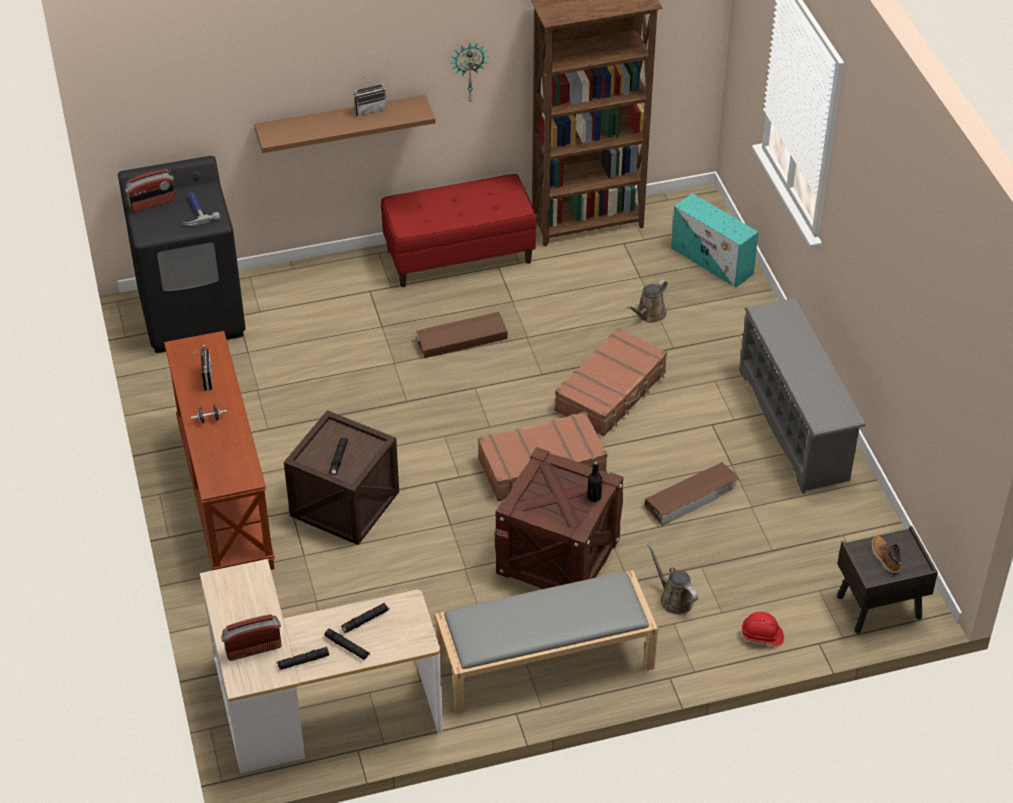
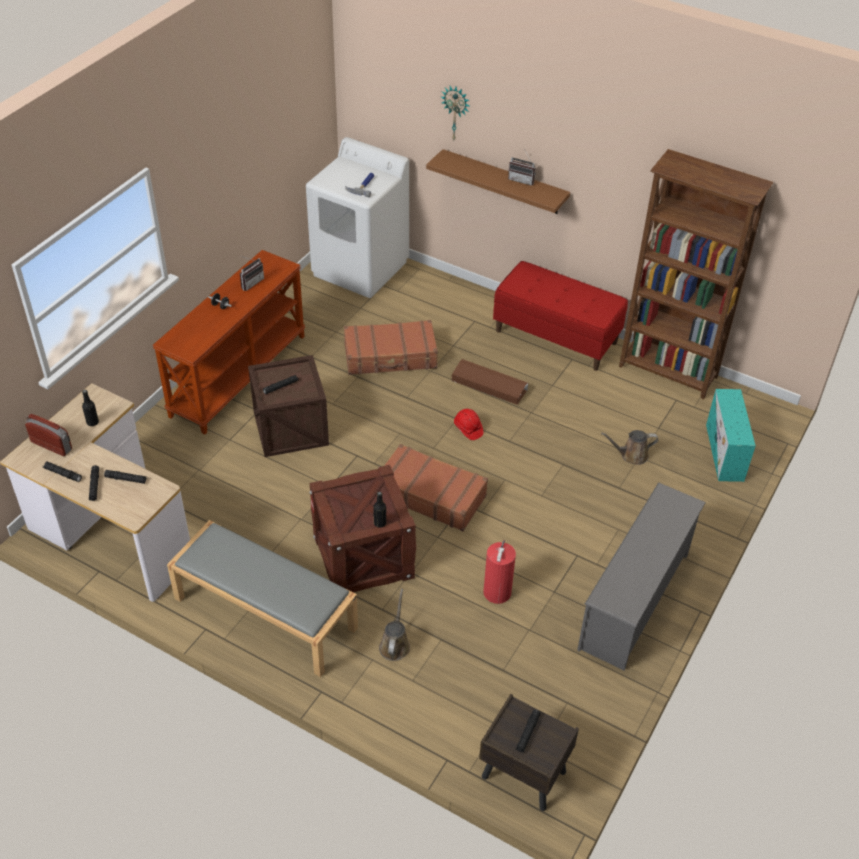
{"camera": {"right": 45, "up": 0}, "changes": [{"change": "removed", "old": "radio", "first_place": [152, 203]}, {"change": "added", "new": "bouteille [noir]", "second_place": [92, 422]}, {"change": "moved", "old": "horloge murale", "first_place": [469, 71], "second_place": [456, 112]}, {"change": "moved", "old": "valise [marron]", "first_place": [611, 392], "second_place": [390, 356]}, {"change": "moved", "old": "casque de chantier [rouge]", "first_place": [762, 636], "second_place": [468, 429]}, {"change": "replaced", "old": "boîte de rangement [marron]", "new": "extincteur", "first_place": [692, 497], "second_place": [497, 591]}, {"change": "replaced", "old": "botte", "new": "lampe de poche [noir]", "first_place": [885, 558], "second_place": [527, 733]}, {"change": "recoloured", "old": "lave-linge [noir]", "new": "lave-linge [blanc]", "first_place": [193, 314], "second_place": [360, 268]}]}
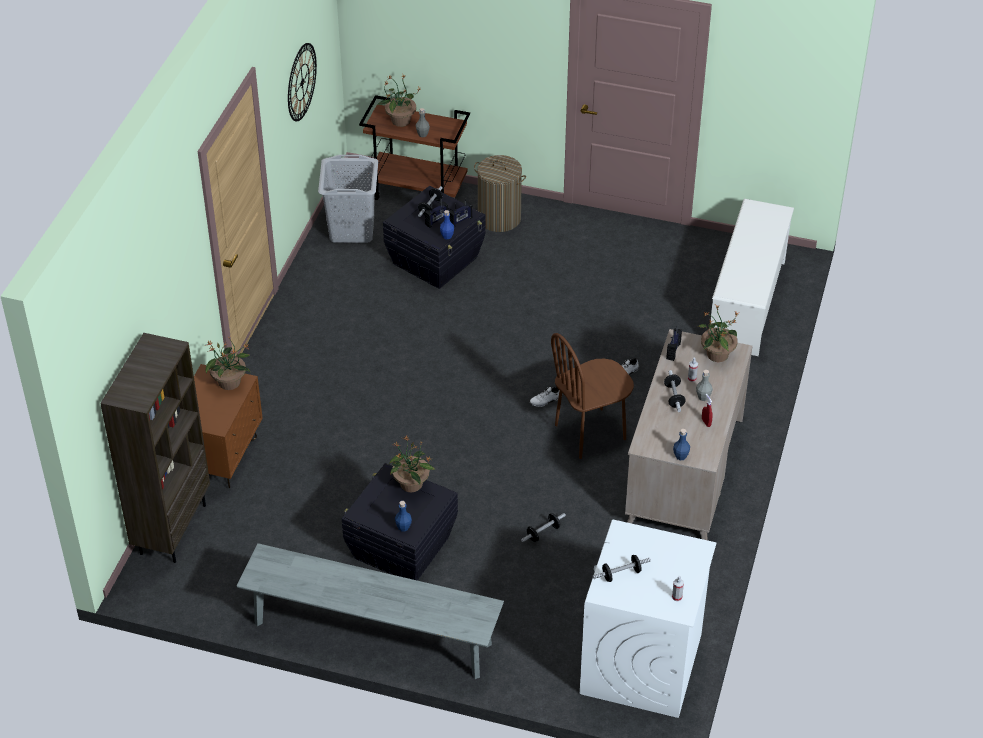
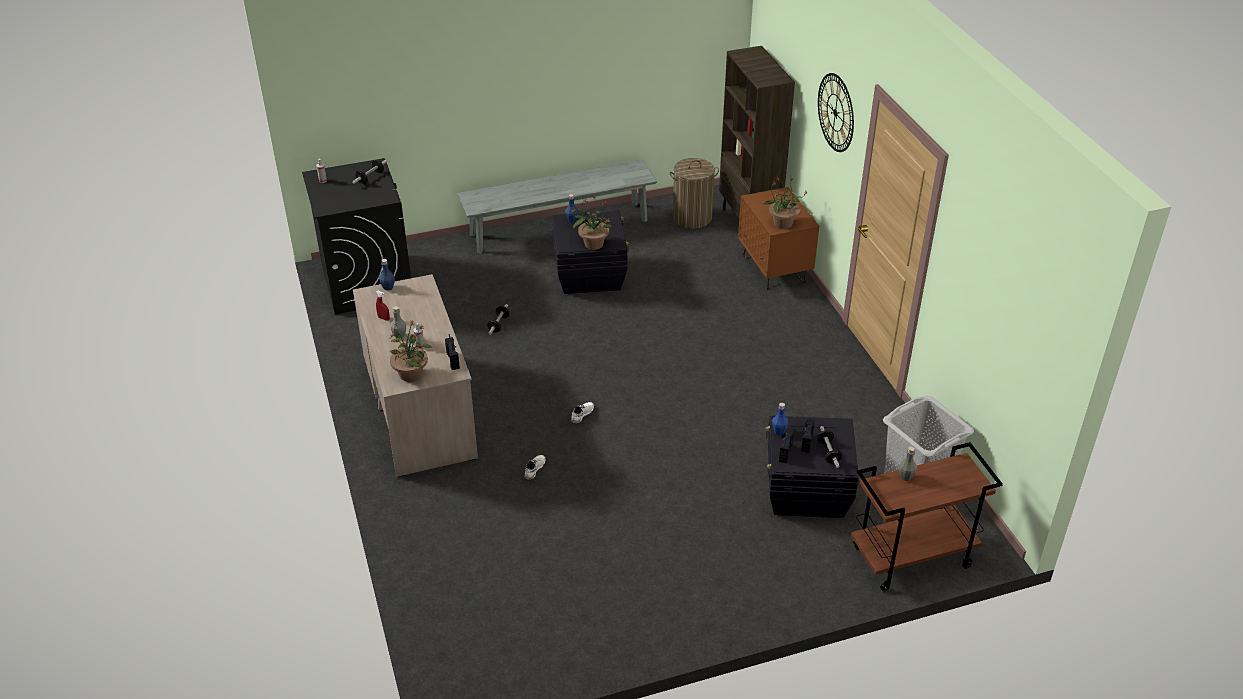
{"camera": {"right": 145, "up": -5}, "changes": [{"change": "removed", "old": "plante en pot", "first_place": [400, 121]}, {"change": "removed", "old": "chaise [marron]", "first_place": [590, 432]}, {"change": "removed", "old": "haltère", "first_place": [674, 397]}, {"change": "removed", "old": "étagère à chaussures [blanc]", "first_place": [747, 303]}, {"change": "moved", "old": "horloge murale", "first_place": [302, 82], "second_place": [835, 112]}, {"change": "moved", "old": "panier à linge", "first_place": [499, 218], "second_place": [692, 218]}, {"change": "recoloured", "old": "lave-linge [blanc]", "new": "lave-linge [noir]", "first_place": [641, 665], "second_place": [366, 282]}]}
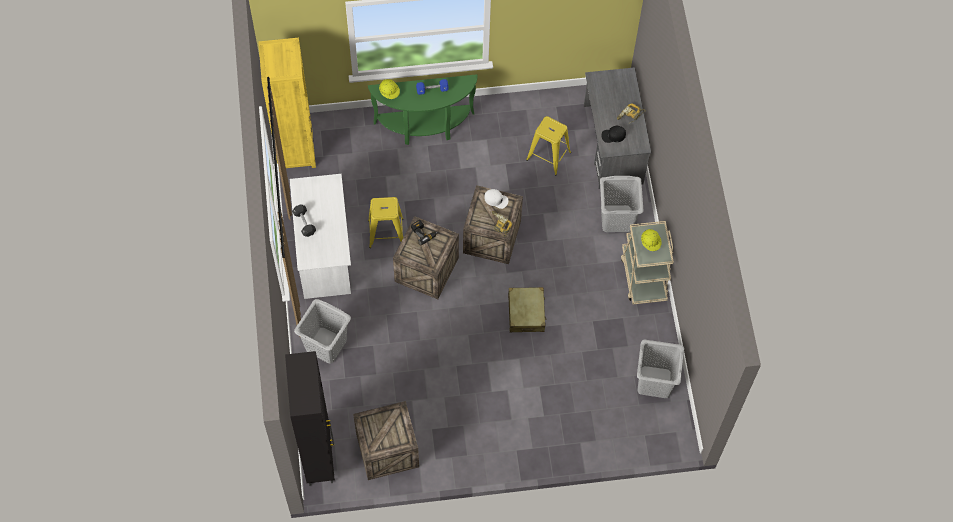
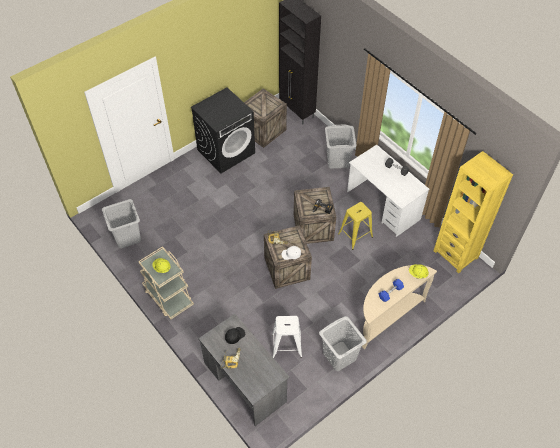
{"camera": {"right": 150, "up": -10}, "changes": [{"change": "removed", "old": "valise [beige]", "first_place": [526, 313]}, {"change": "added", "new": "lave-linge [noir]", "second_place": [226, 151]}, {"change": "moved", "old": "panier à linge [gris]", "first_place": [616, 219], "second_place": [339, 355]}, {"change": "recoloured", "old": "table console [vert]", "new": "table console [beige]", "first_place": [425, 128], "second_place": [387, 316]}, {"change": "recoloured", "old": "tabouret [jaune]", "new": "tabouret [blanc]", "first_place": [548, 156], "second_place": [286, 345]}]}
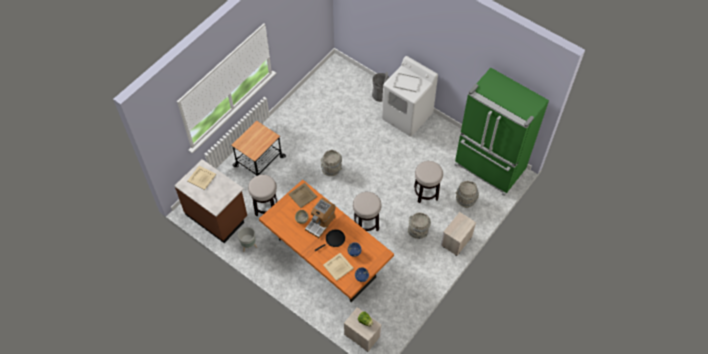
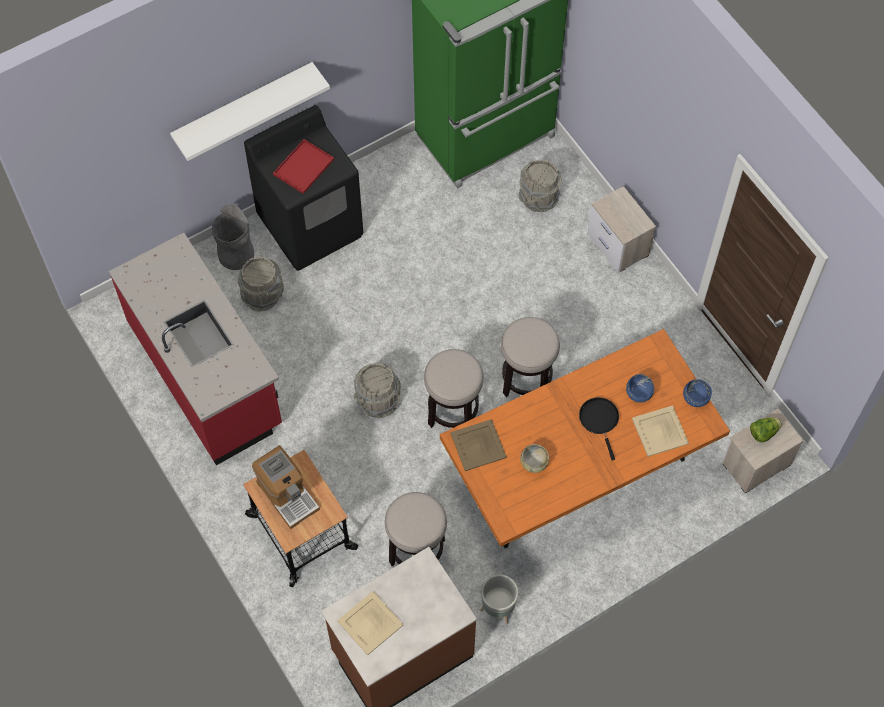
{"camera": {"right": -70, "up": 5}, "changes": [{"change": "added", "new": "comptoir de cuisine [rouge]", "second_place": [207, 375]}, {"change": "added", "new": "étagère [blanc]", "second_place": [243, 106]}, {"change": "moved", "old": "machine à café", "first_place": [320, 223], "second_place": [287, 495]}, {"change": "moved", "old": "seau [gris]", "first_place": [418, 231], "second_place": [263, 295]}, {"change": "moved", "old": "tabouret", "first_place": [426, 193], "second_place": [453, 411]}, {"change": "recoloured", "old": "lave-linge [blanc]", "new": "lave-linge [noir]", "first_place": [407, 116], "second_place": [311, 225]}, {"change": "recoloured", "old": "plateau [blanc]", "new": "plateau [rouge]", "first_place": [406, 83], "second_place": [303, 168]}]}
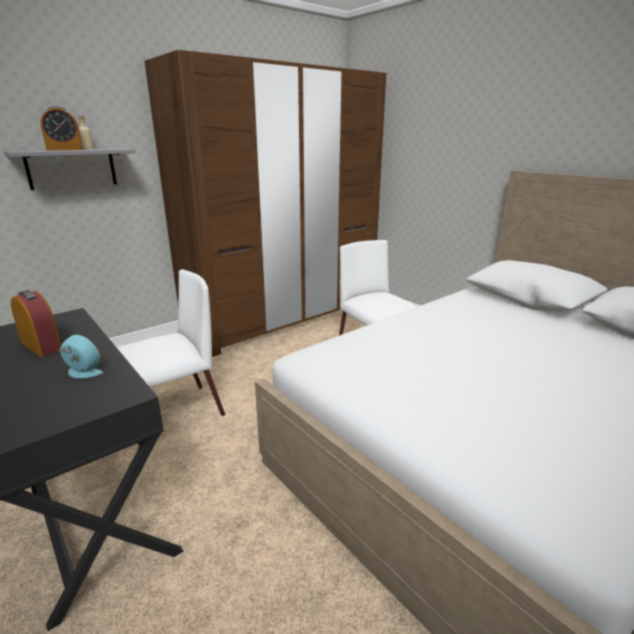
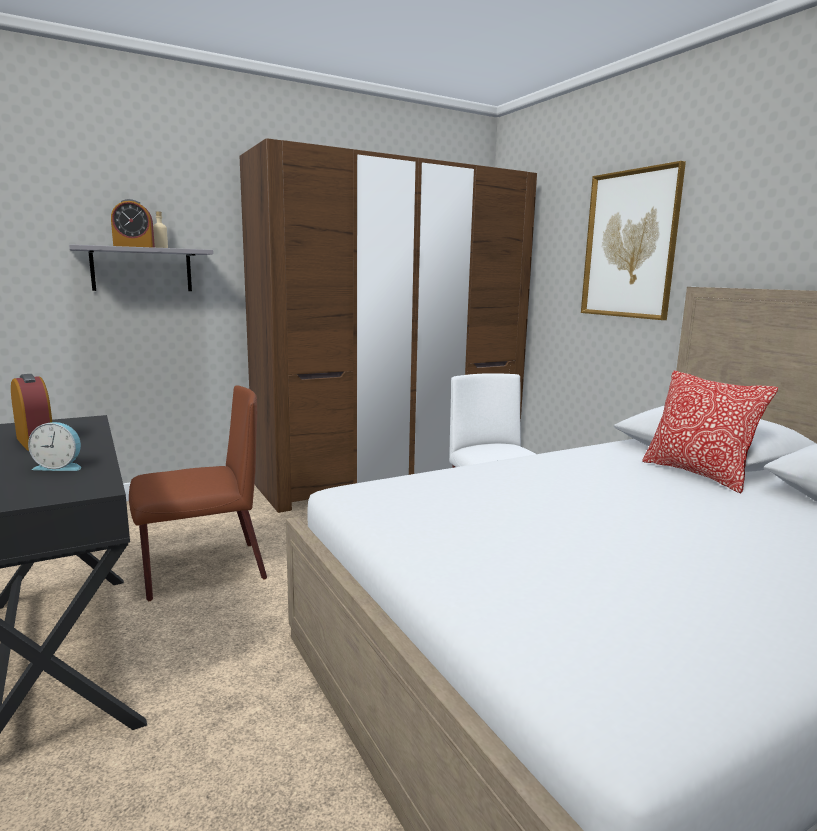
{"camera": {"right": 10, "up": -10}, "changes": [{"change": "added", "new": "tableau", "second_place": [630, 244]}, {"change": "added", "new": "coussin", "second_place": [697, 474]}, {"change": "recoloured", "old": "chaise [blanc]", "new": "chaise [marron]", "first_place": [172, 415], "second_place": [201, 571]}, {"change": "turned", "old": "réveil", "first_place": [82, 372], "second_place": [60, 467], "degrees": 150}]}
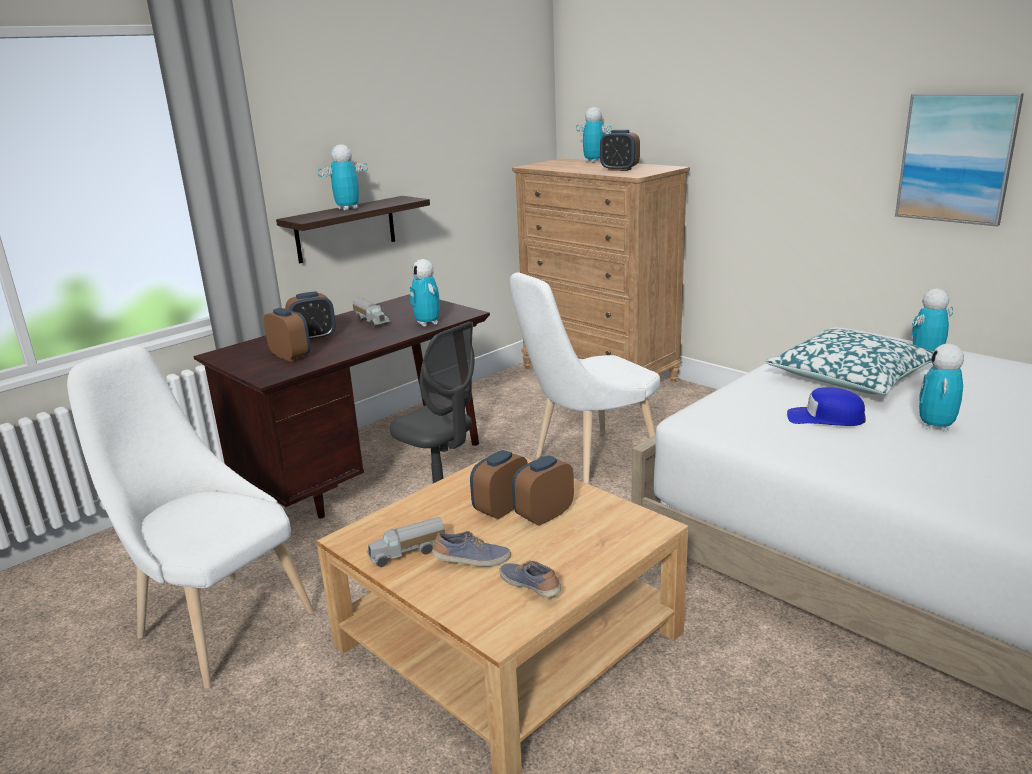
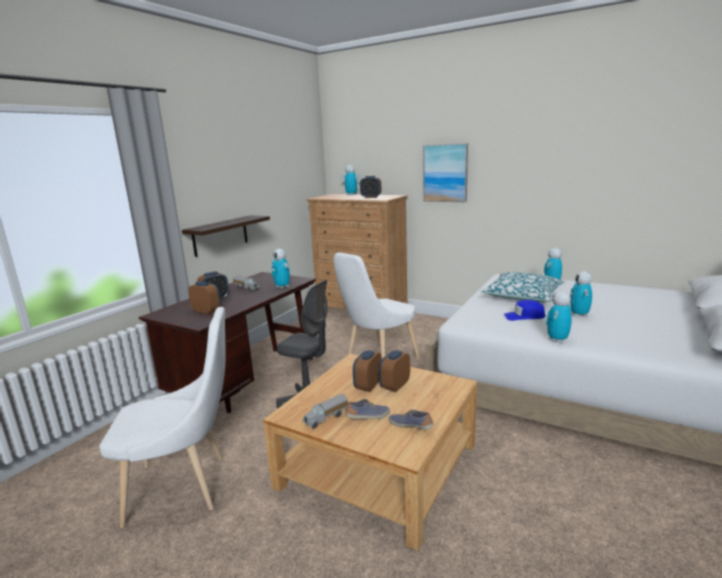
{"camera": {"right": -15, "up": -5}, "changes": [{"change": "moved", "old": "robot jouet", "first_place": [348, 209], "second_place": [557, 340]}, {"change": "moved", "old": "tableau", "first_place": [956, 158], "second_place": [445, 173]}, {"change": "turned", "old": "chaise [blanc]", "first_place": [217, 622], "second_place": [185, 487], "degrees": 150}]}
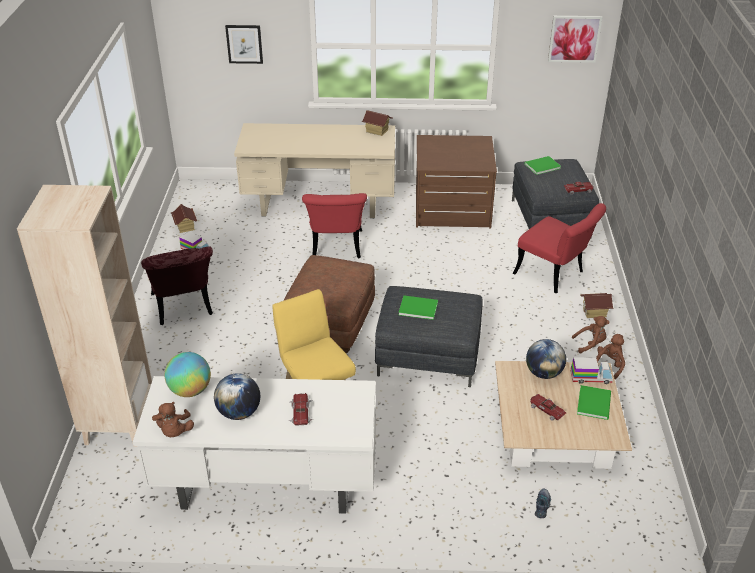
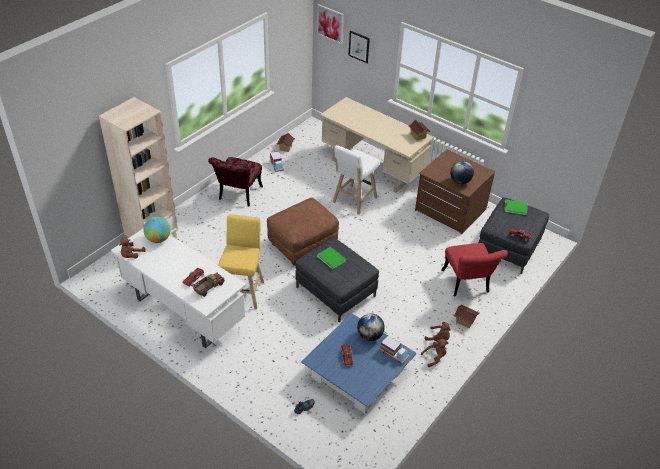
{"camera": {"right": 35, "up": 5}, "changes": [{"change": "removed", "old": "livre [vert]", "first_place": [595, 402]}, {"change": "added", "new": "camion jouet", "second_place": [208, 288]}, {"change": "moved", "old": "globe", "first_place": [239, 412], "second_place": [460, 181]}, {"change": "moved", "old": "tableau", "first_place": [574, 38], "second_place": [330, 24]}, {"change": "replaced", "old": "chaise [rouge]", "new": "tabouret [blanc]", "first_place": [336, 248], "second_place": [353, 201]}, {"change": "recoloured", "old": "table basse [beige]", "new": "table basse [bleu]", "first_place": [554, 430], "second_place": [357, 373]}]}
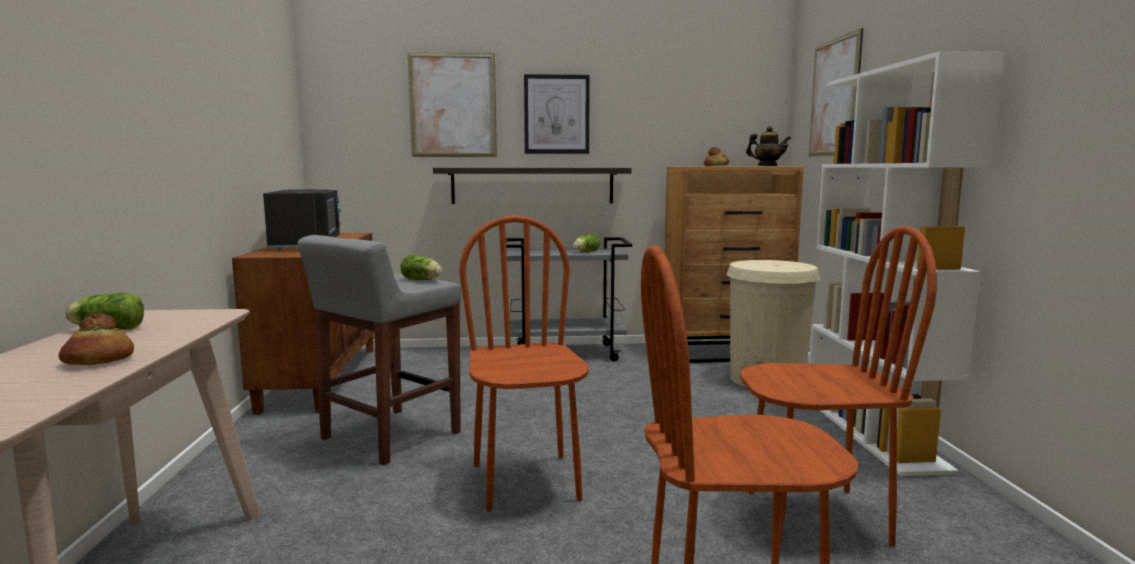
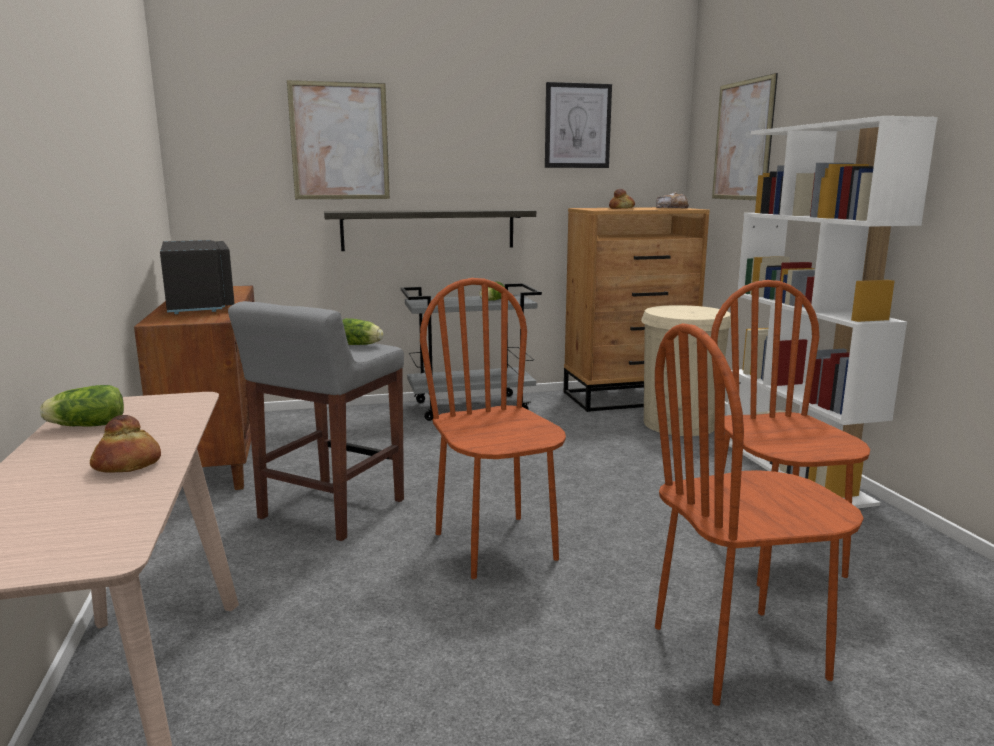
{"camera": {"right": -10, "up": 5}, "changes": [{"change": "moved", "old": "tableau", "first_place": [556, 114], "second_place": [577, 126]}, {"change": "replaced", "old": "théière", "new": "pain", "first_place": [767, 166], "second_place": [671, 208]}, {"change": "turned", "old": "chaise [marron]", "first_place": [815, 516], "second_place": [774, 555], "degrees": -90}]}
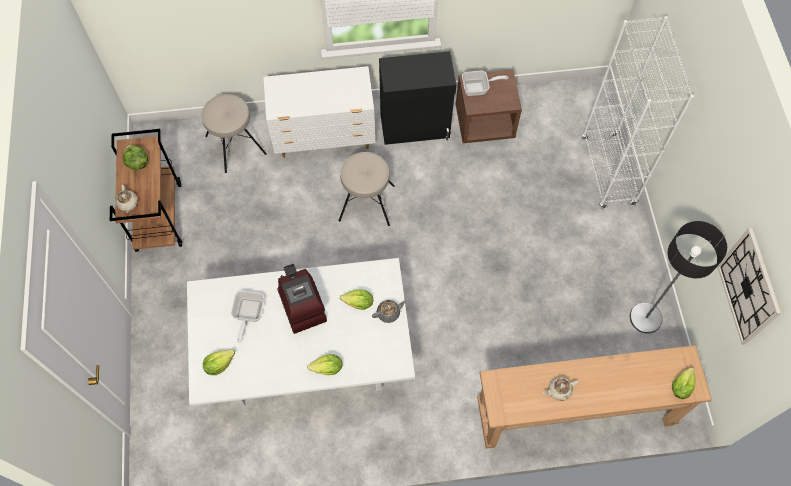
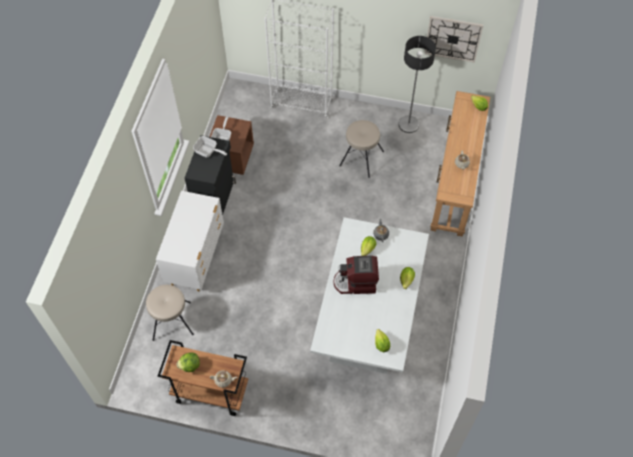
{"camera": {"right": -70, "up": -5}, "changes": [{"change": "moved", "old": "poêle", "first_place": [248, 315], "second_place": [208, 152]}, {"change": "moved", "old": "tabouret [beige]", "first_place": [366, 202], "second_place": [361, 158]}]}
